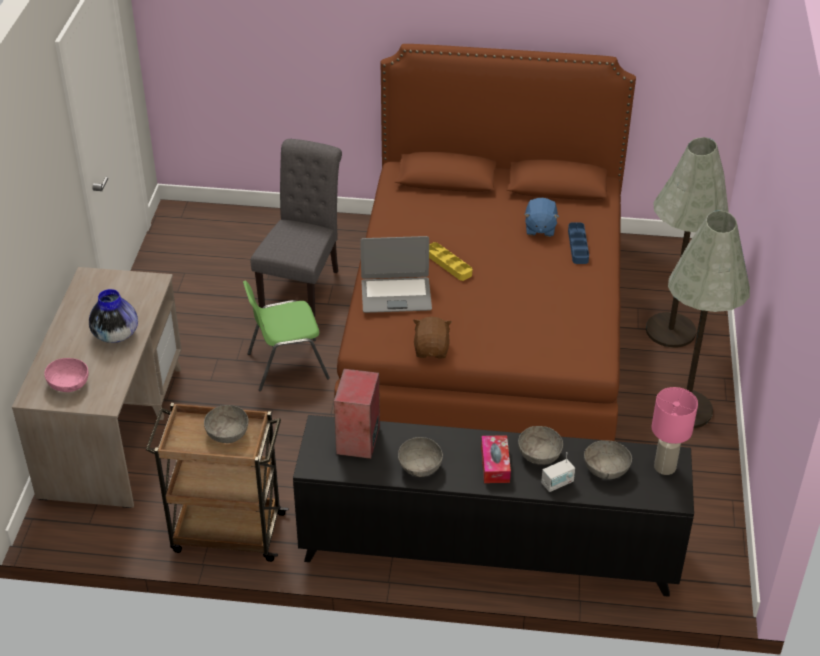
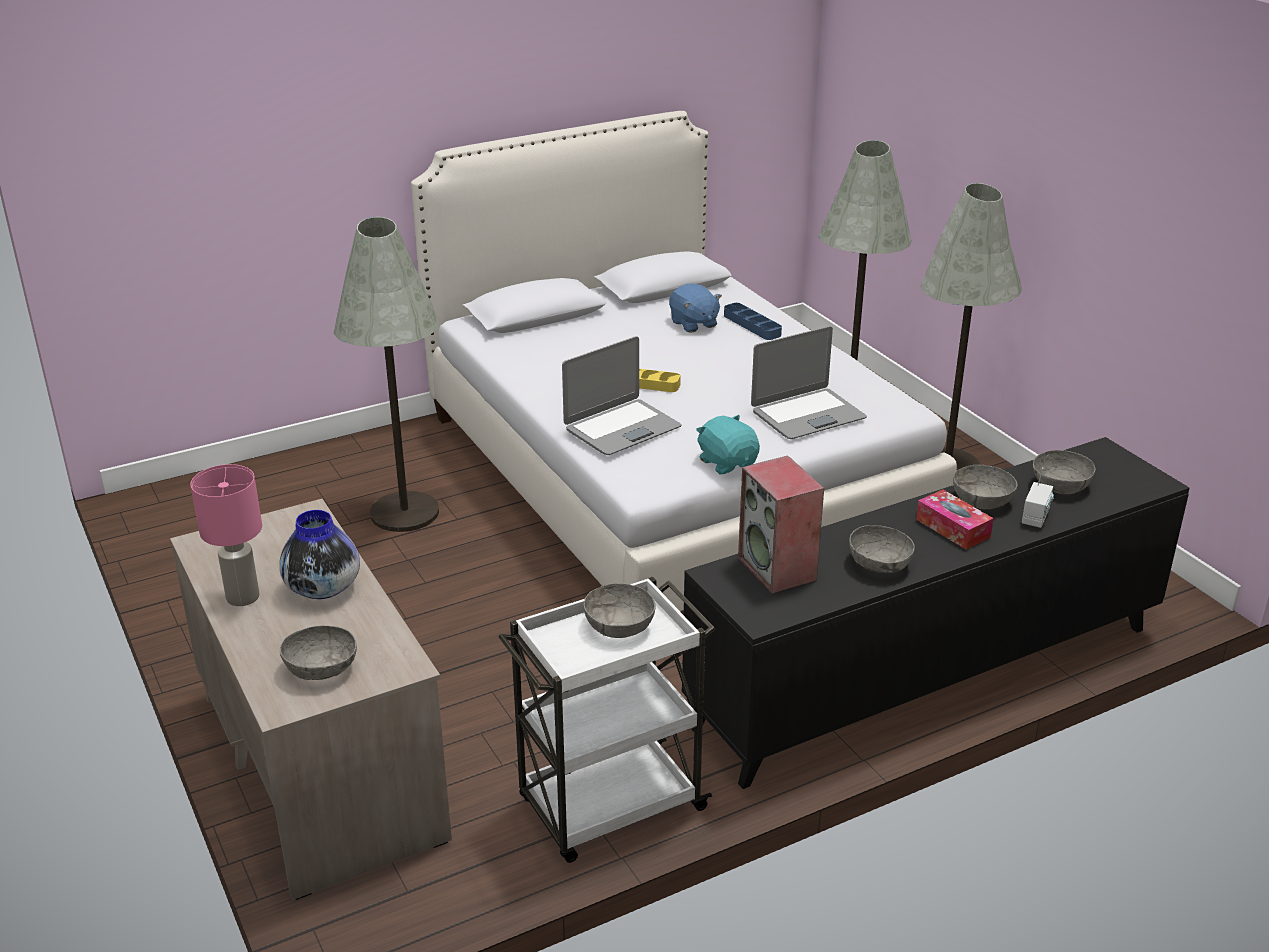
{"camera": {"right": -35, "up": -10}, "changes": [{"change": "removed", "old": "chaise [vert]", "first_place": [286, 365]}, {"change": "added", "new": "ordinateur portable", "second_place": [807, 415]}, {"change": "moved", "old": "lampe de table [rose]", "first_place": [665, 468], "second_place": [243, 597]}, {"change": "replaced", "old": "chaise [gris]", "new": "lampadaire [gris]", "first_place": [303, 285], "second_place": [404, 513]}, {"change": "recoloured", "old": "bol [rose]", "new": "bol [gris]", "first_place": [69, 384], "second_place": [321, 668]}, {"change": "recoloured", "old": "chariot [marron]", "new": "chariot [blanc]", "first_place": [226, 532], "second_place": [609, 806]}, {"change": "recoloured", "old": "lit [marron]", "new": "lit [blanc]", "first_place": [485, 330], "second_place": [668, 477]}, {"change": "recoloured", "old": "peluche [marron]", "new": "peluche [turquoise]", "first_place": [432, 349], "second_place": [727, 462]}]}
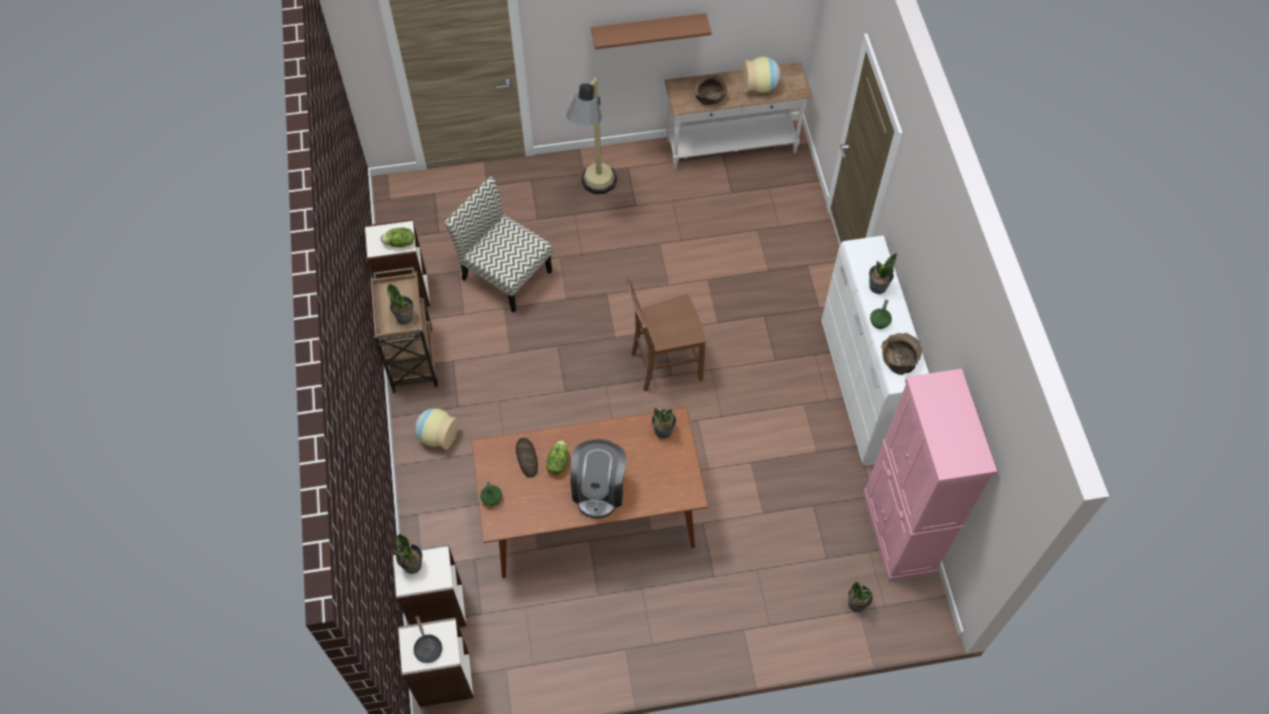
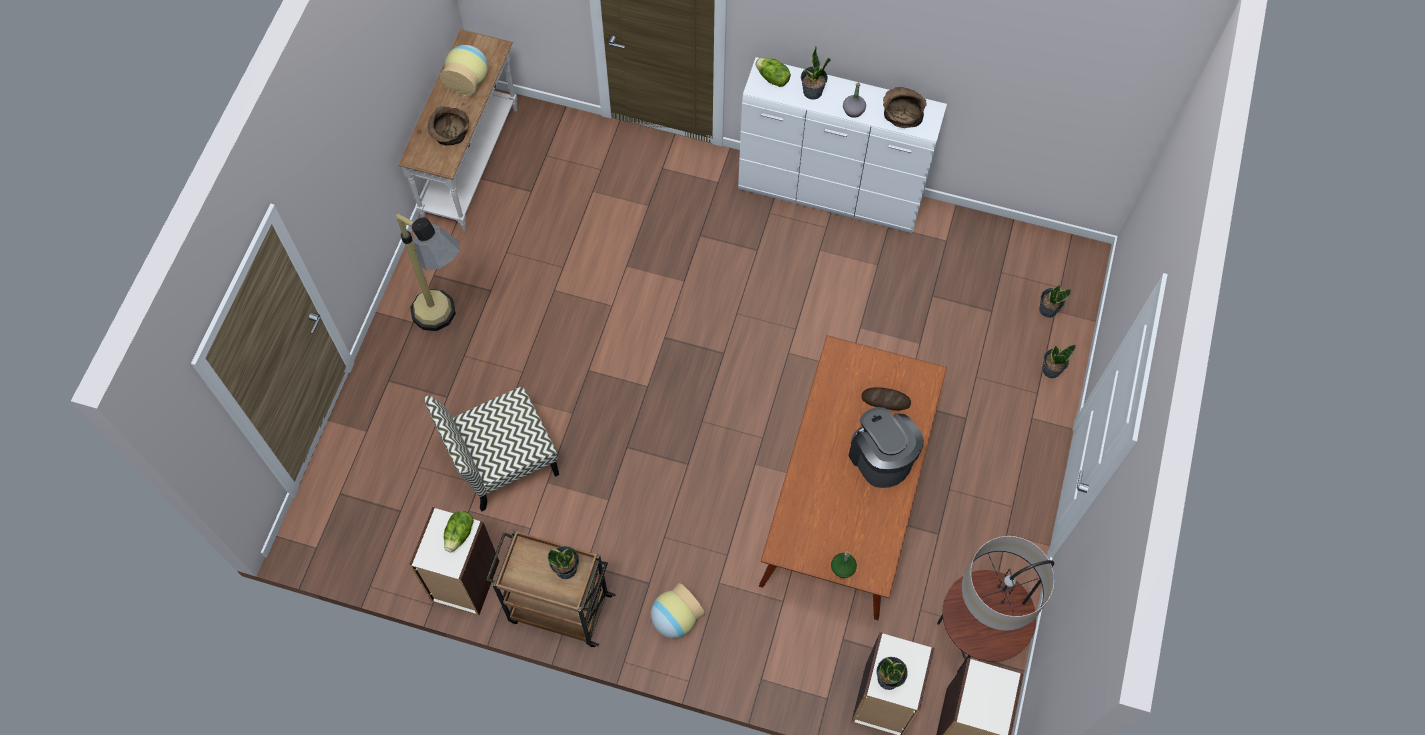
{"camera": {"right": -65, "up": 5}, "changes": [{"change": "removed", "old": "poêle [noir]", "first_place": [427, 647]}, {"change": "removed", "old": "étagère [marron]", "first_place": [648, 30]}, {"change": "removed", "old": "chaise [marron]", "first_place": [664, 365]}, {"change": "removed", "old": "meuble de rangement [rose]", "first_place": [898, 532]}, {"change": "added", "new": "lampadaire", "second_place": [973, 639]}, {"change": "moved", "old": "pain", "first_place": [527, 458], "second_place": [885, 400]}, {"change": "moved", "old": "laitue", "first_place": [557, 462], "second_place": [772, 78]}, {"change": "moved", "old": "plante en pot", "first_place": [663, 430], "second_place": [1051, 369]}, {"change": "recoloured", "old": "bouteille [vert]", "new": "bouteille [gris]", "first_place": [879, 322], "second_place": [853, 110]}, {"change": "turned", "old": "machine à café", "first_place": [599, 489], "second_place": [880, 458], "degrees": -150}]}
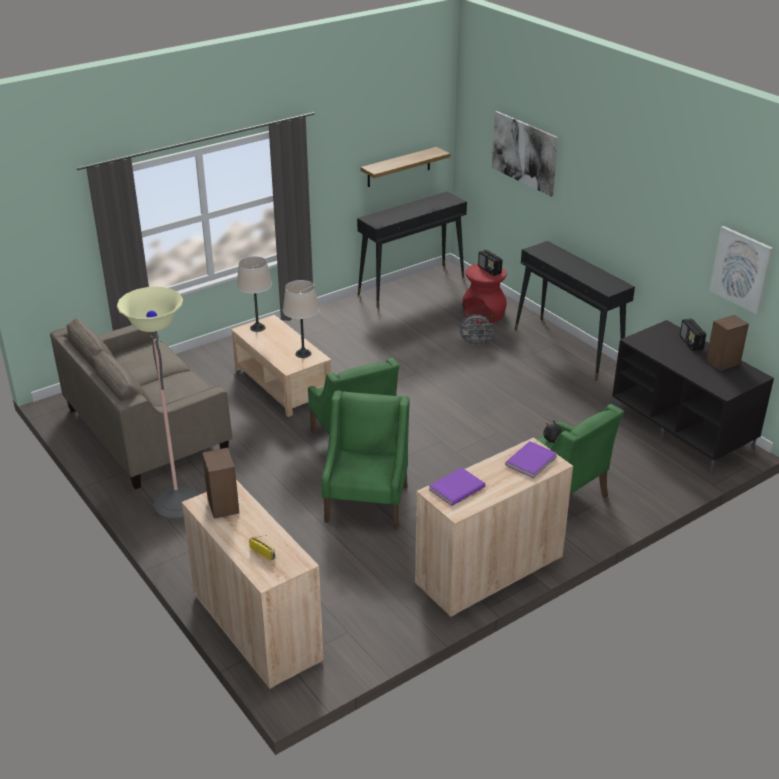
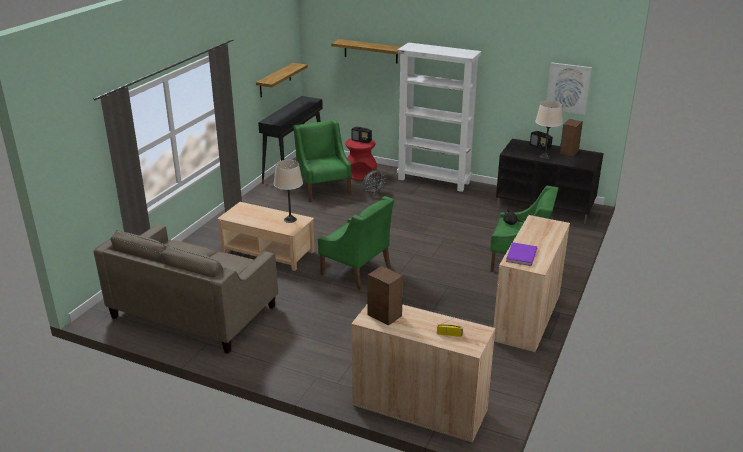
{"camera": {"right": -30, "up": -5}, "changes": [{"change": "removed", "old": "lampadaire", "first_place": [178, 504]}, {"change": "removed", "old": "livre [violet]", "first_place": [532, 461]}, {"change": "moved", "old": "lampe de table [beige]", "first_place": [257, 328], "second_place": [544, 156]}, {"change": "moved", "old": "fauteuil [vert]", "first_place": [367, 503], "second_place": [323, 189]}, {"change": "replaced", "old": "tableau", "new": "étagère", "first_place": [524, 153], "second_place": [370, 51]}, {"change": "replaced", "old": "table console [noir]", "new": "bibliothèque [blanc]", "first_place": [568, 349], "second_place": [434, 181]}]}
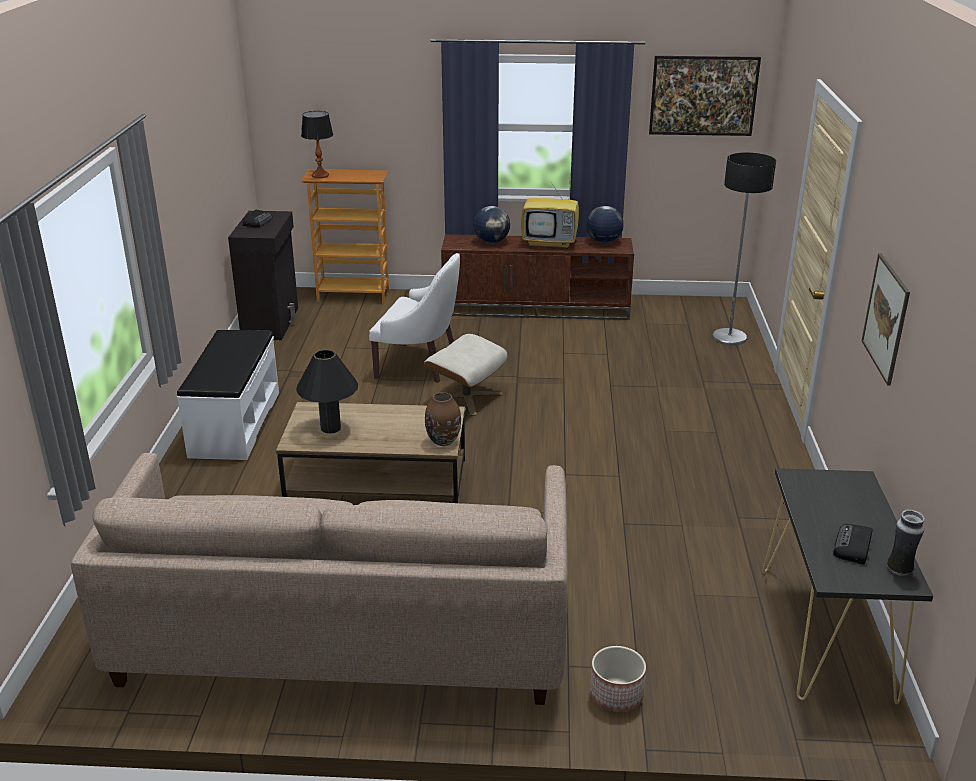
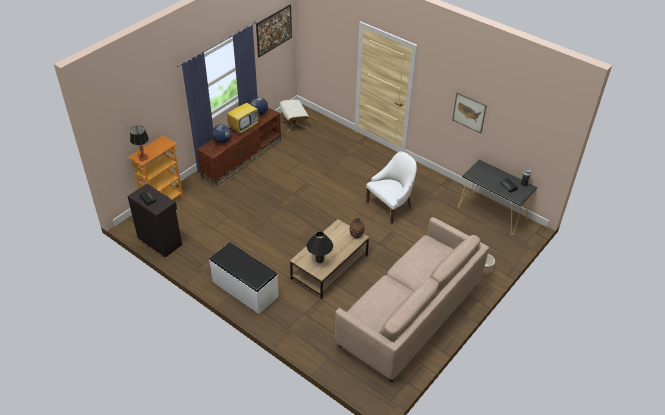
{"camera": {"right": -55, "up": 15}, "changes": [{"change": "removed", "old": "lampadaire", "first_place": [729, 337]}, {"change": "moved", "old": "fauteuil [blanc]", "first_place": [419, 365], "second_place": [390, 206]}, {"change": "moved", "old": "pouf [beige]", "first_place": [466, 397], "second_place": [294, 124]}]}
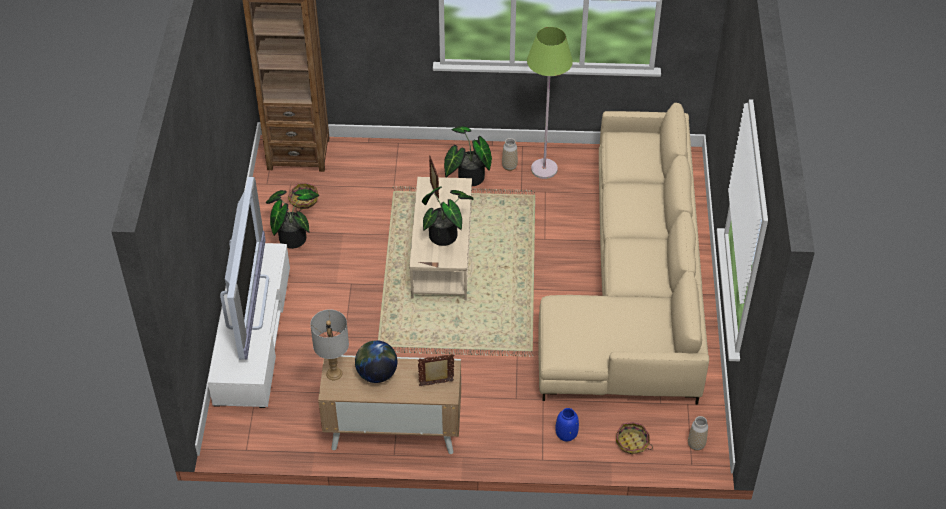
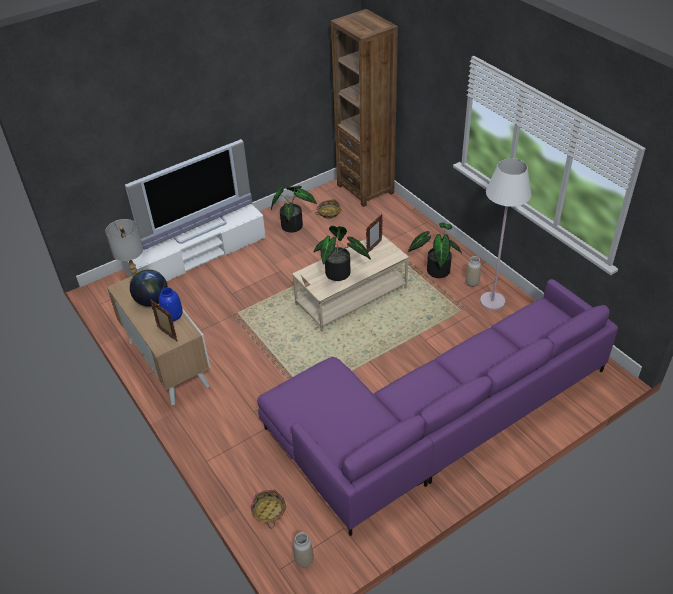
{"camera": {"right": 55, "up": -5}, "changes": [{"change": "moved", "old": "vase [bleu]", "first_place": [566, 434], "second_place": [172, 315]}, {"change": "recoloured", "old": "lampadaire [vert]", "new": "lampadaire [blanc]", "first_place": [544, 169], "second_place": [492, 301]}, {"change": "recoloured", "old": "canapé [beige]", "new": "canapé [violet]", "first_place": [633, 287], "second_place": [434, 418]}]}
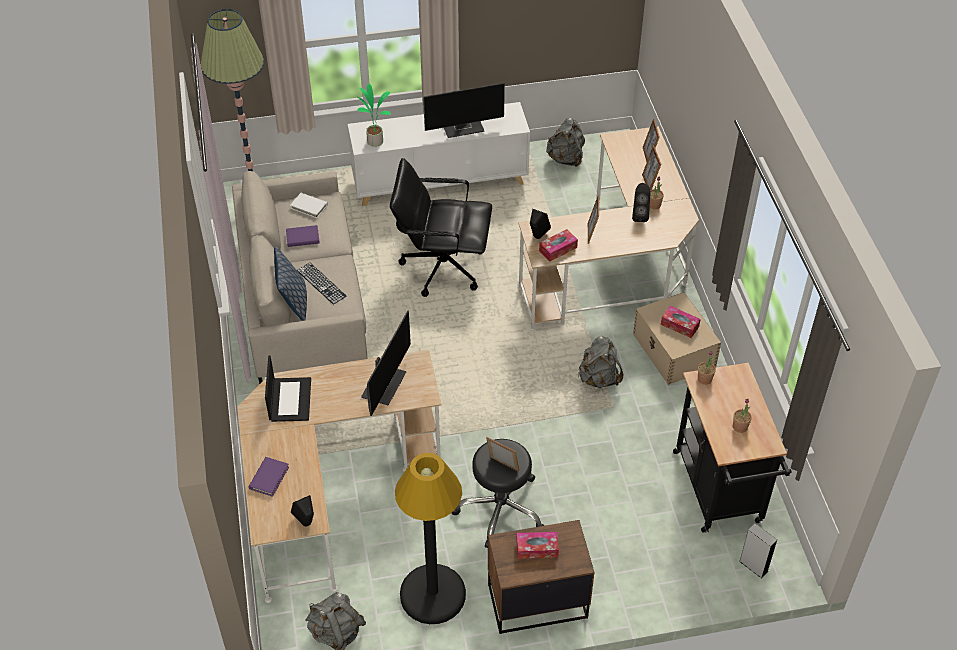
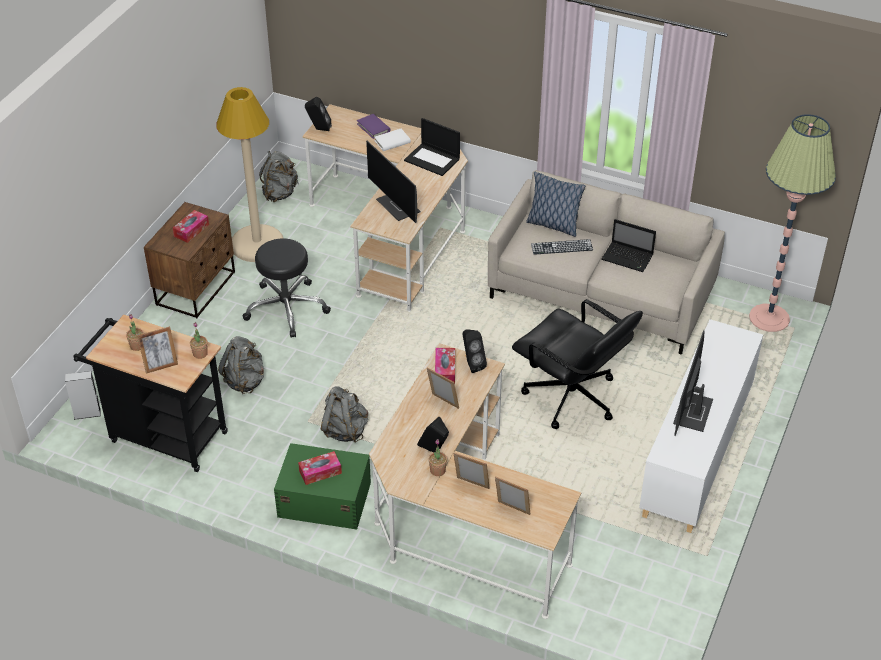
{"camera": {"right": 125, "up": -5}, "changes": [{"change": "removed", "old": "plante en pot", "first_place": [375, 141]}, {"change": "moved", "old": "livre [blanc]", "first_place": [309, 207], "second_place": [392, 142]}, {"change": "moved", "old": "cadre photo", "first_place": [502, 467], "second_place": [160, 365]}, {"change": "moved", "old": "sac à dos [gris]", "first_place": [565, 158], "second_place": [245, 381]}, {"change": "replaced", "old": "livre [violet]", "new": "ordinateur portable", "first_place": [302, 238], "second_place": [628, 258]}, {"change": "recoloured", "old": "lampadaire [noir]", "new": "lampadaire [beige]", "first_place": [432, 594], "second_place": [257, 244]}, {"change": "recoloured", "old": "boîte de rangement [beige]", "new": "boîte de rangement [vert]", "first_place": [674, 351], "second_place": [323, 499]}, {"change": "turned", "old": "chaise de bureau [noir]", "first_place": [442, 266], "second_place": [571, 398], "degrees": 90}]}
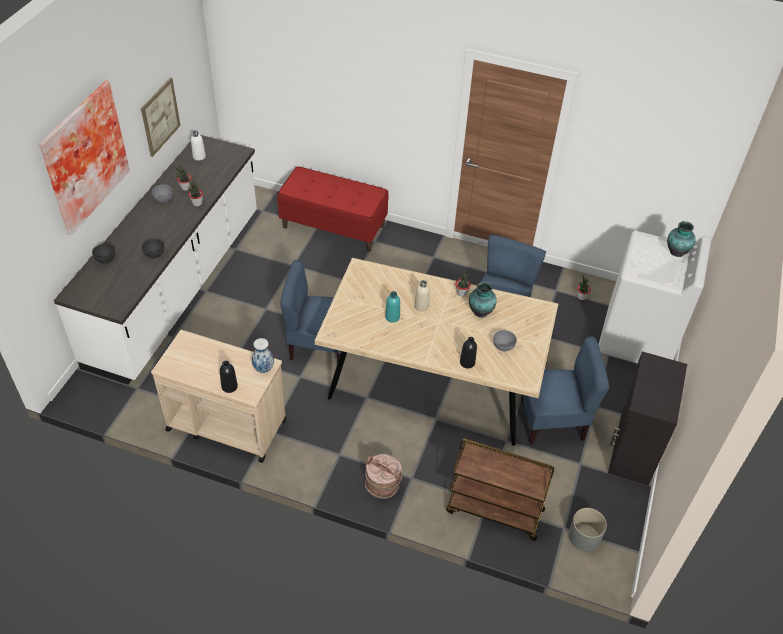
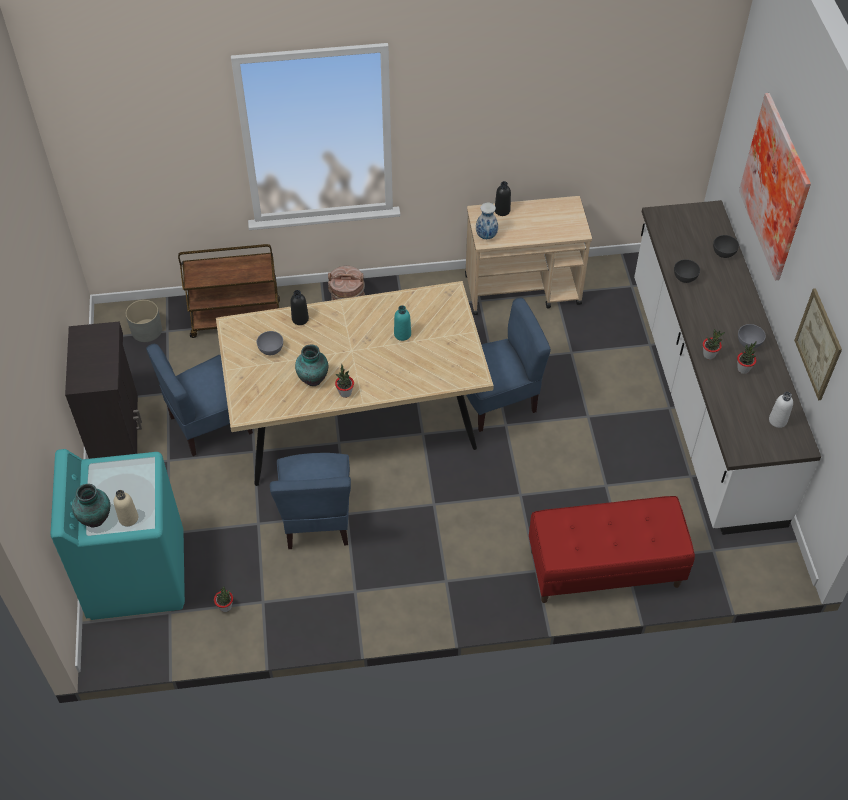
{"camera": {"right": 155, "up": 5}, "changes": [{"change": "moved", "old": "bouteille [beige]", "first_place": [421, 306], "second_place": [128, 518]}, {"change": "recoloured", "old": "lave-linge [blanc]", "new": "lave-linge [turquoise]", "first_place": [637, 338], "second_place": [136, 574]}]}
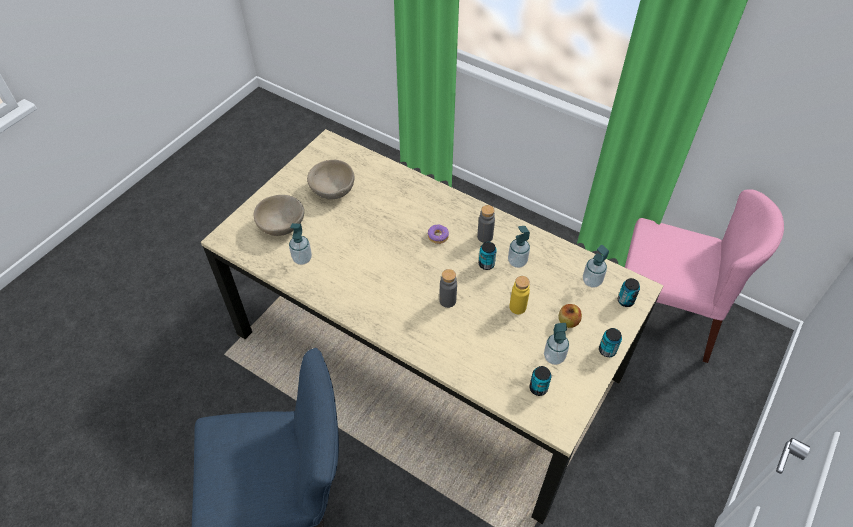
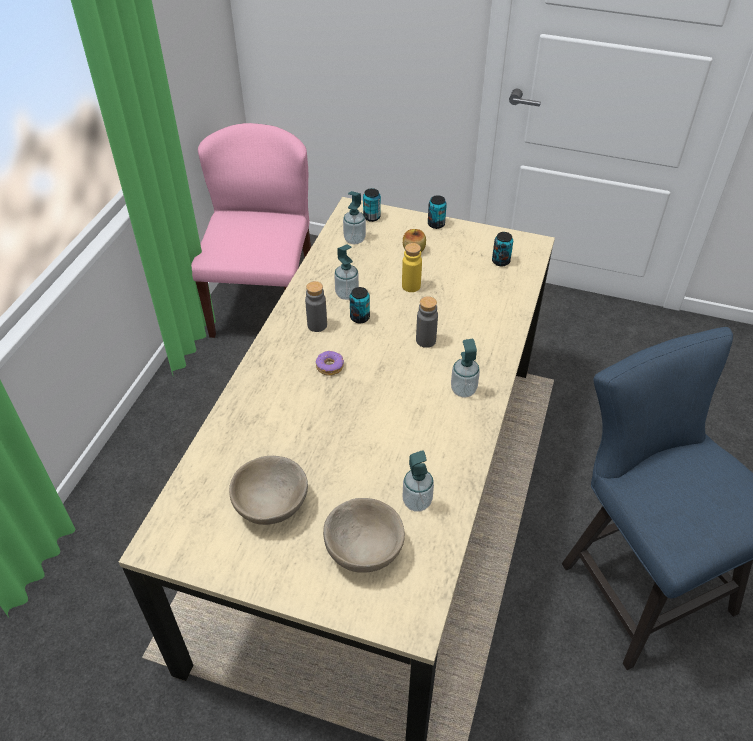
{"camera": {"right": -105, "up": -5}, "changes": [{"change": "moved", "old": "distributeur de savon", "first_place": [554, 357], "second_place": [463, 390]}]}
